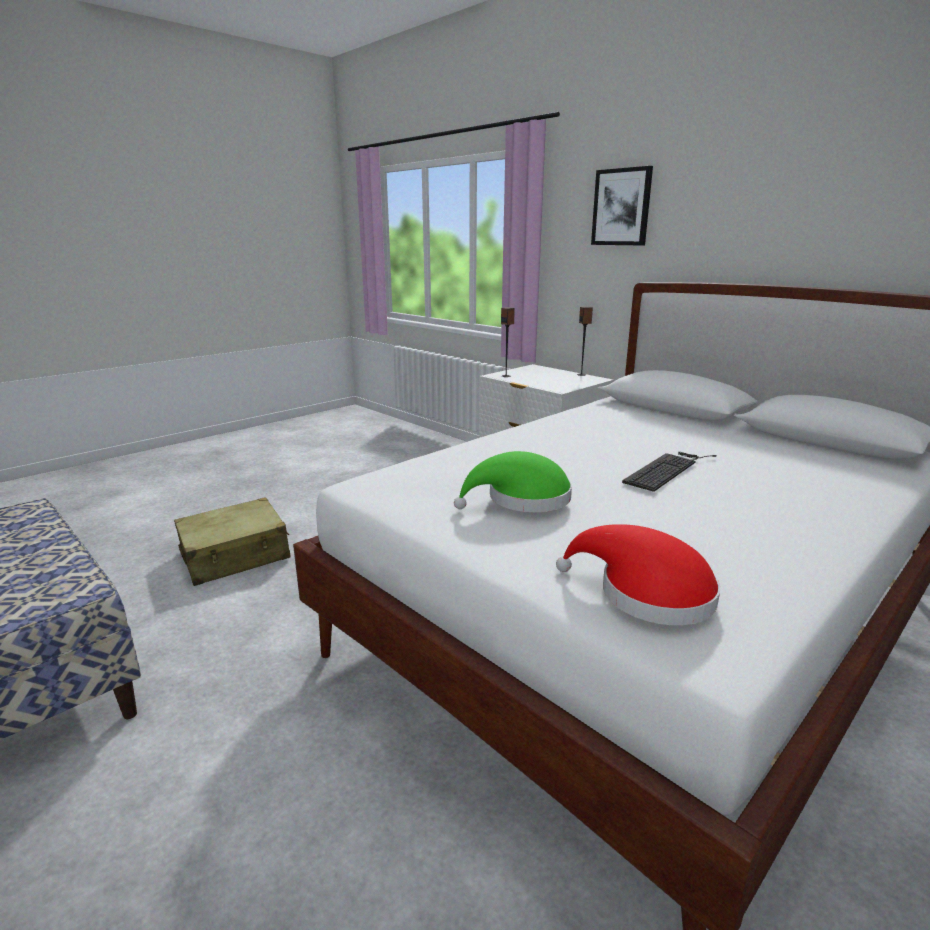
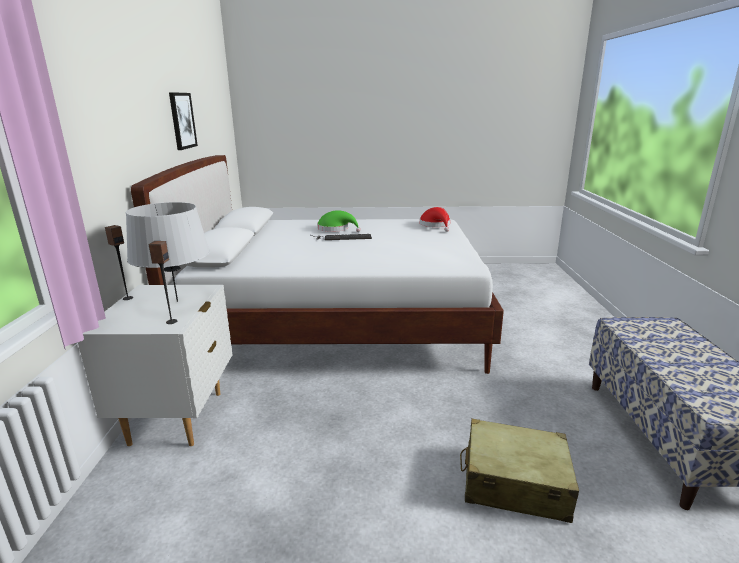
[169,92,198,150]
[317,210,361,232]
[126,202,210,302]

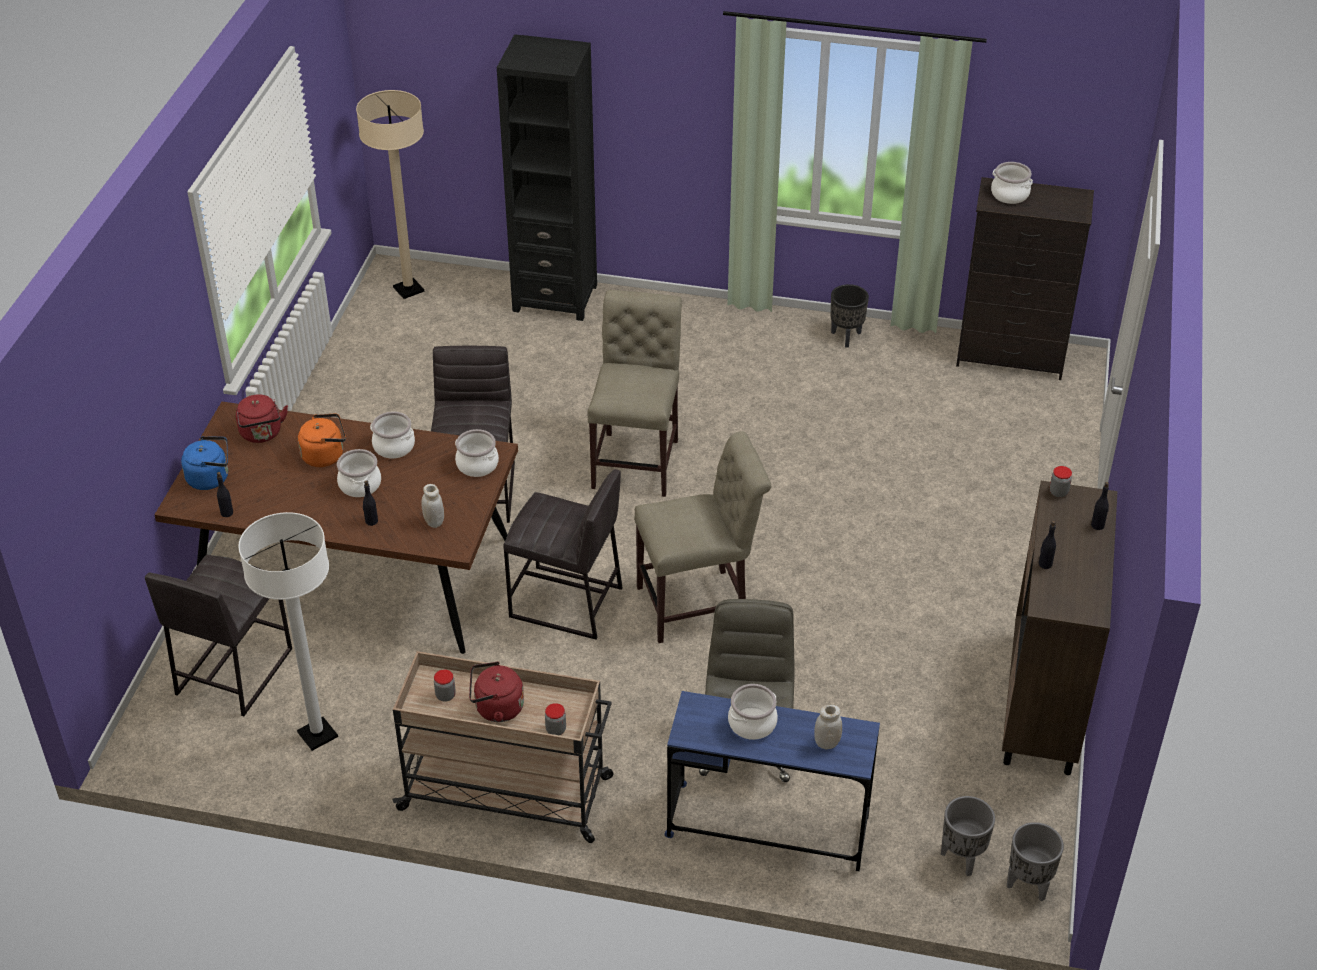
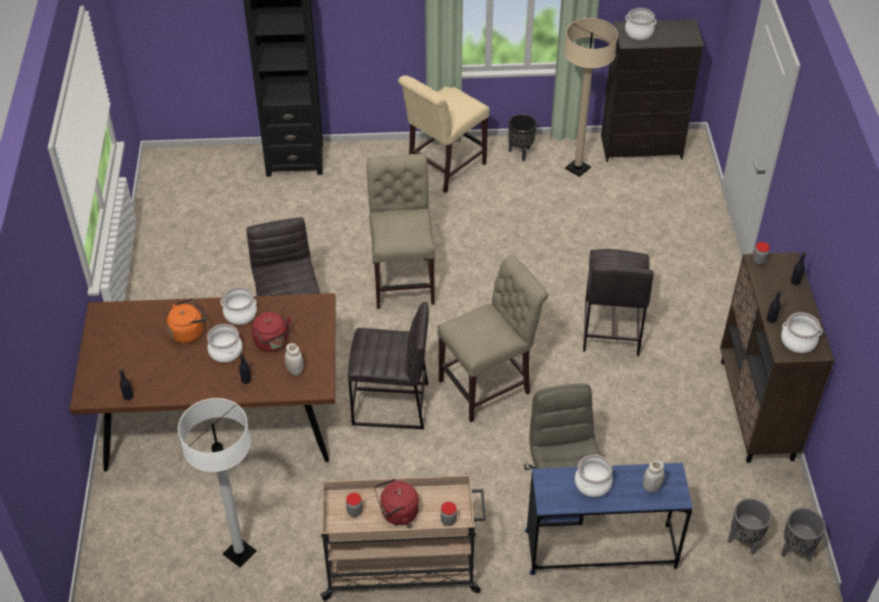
[564,18,618,177]
[252,312,291,352]
[781,312,822,353]
[181,436,228,490] (first image)
[583,249,654,356]
[398,75,489,193]

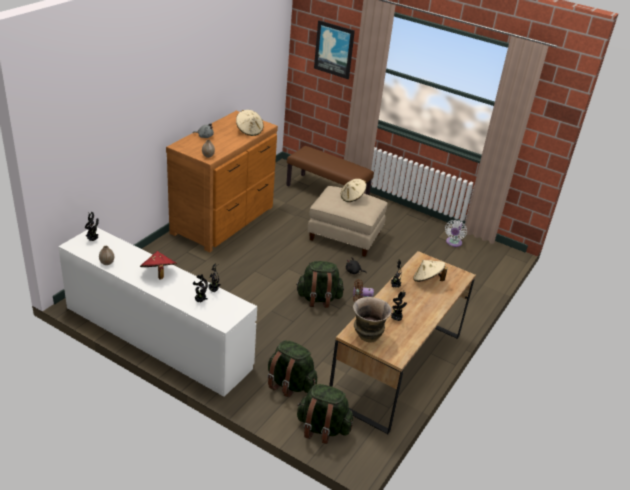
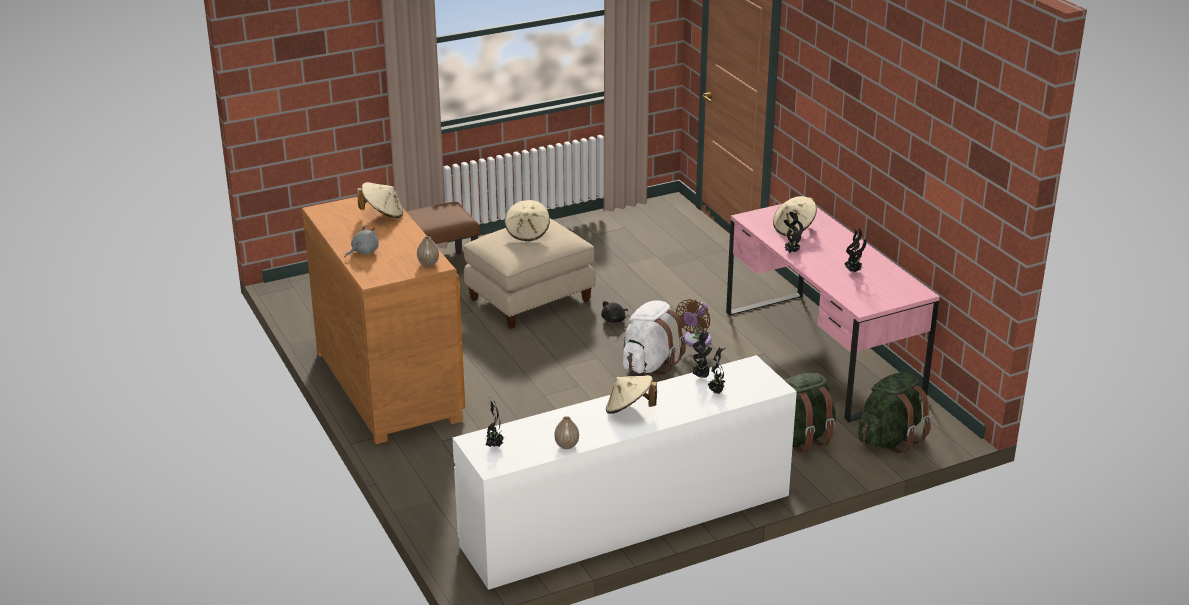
[314,20,355,79] (first image)
[445,220,467,247] (first image)
[606,375,657,414]
[726,204,940,422]
[623,300,686,376]
[353,297,392,343] (first image)

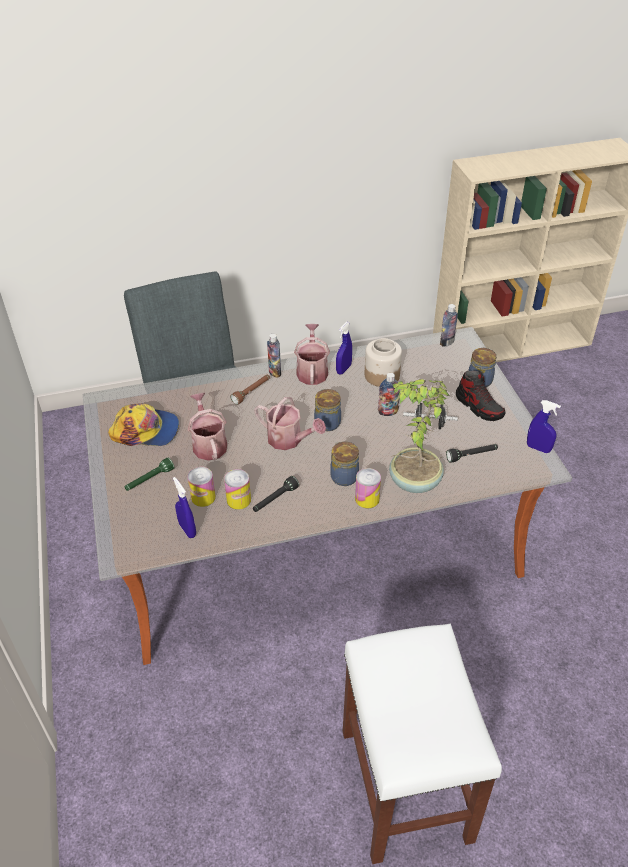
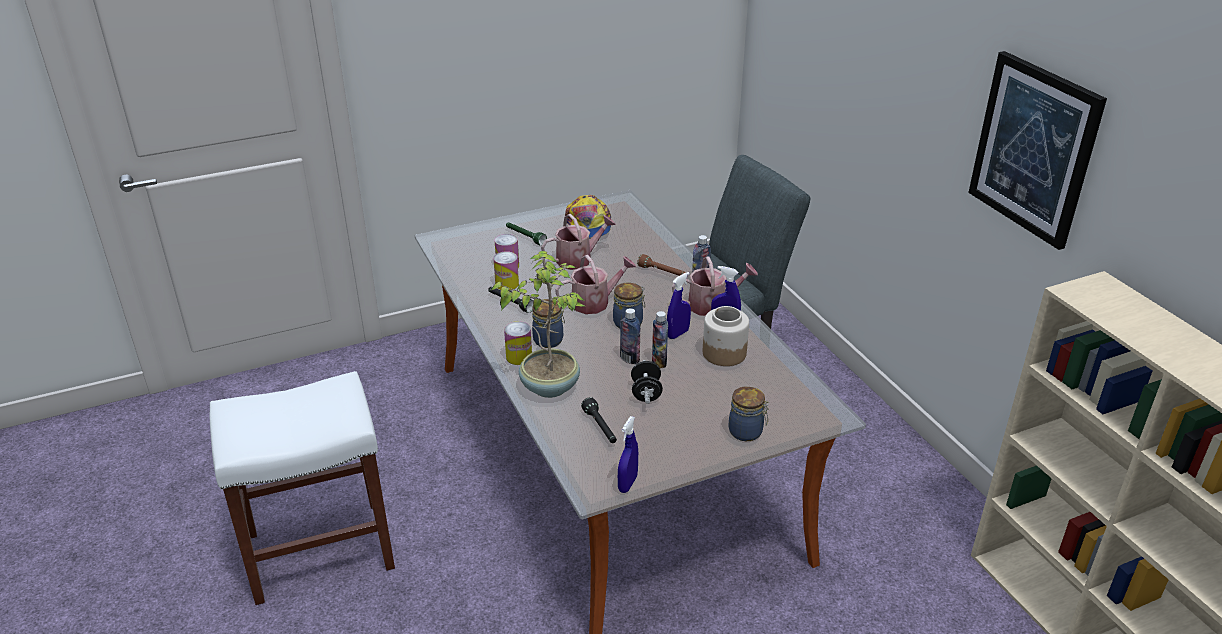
[620,308,640,364]
[456,370,506,421] (first image)
[555,255,636,314]
[667,272,691,339]
[968,51,1107,250]

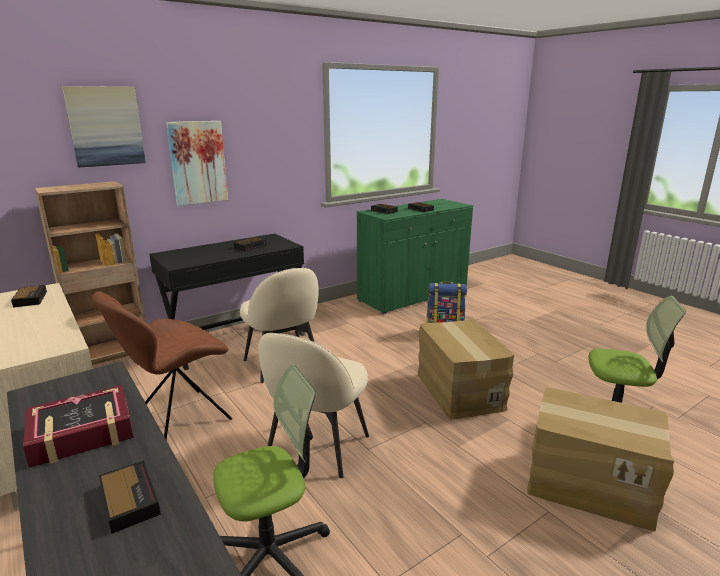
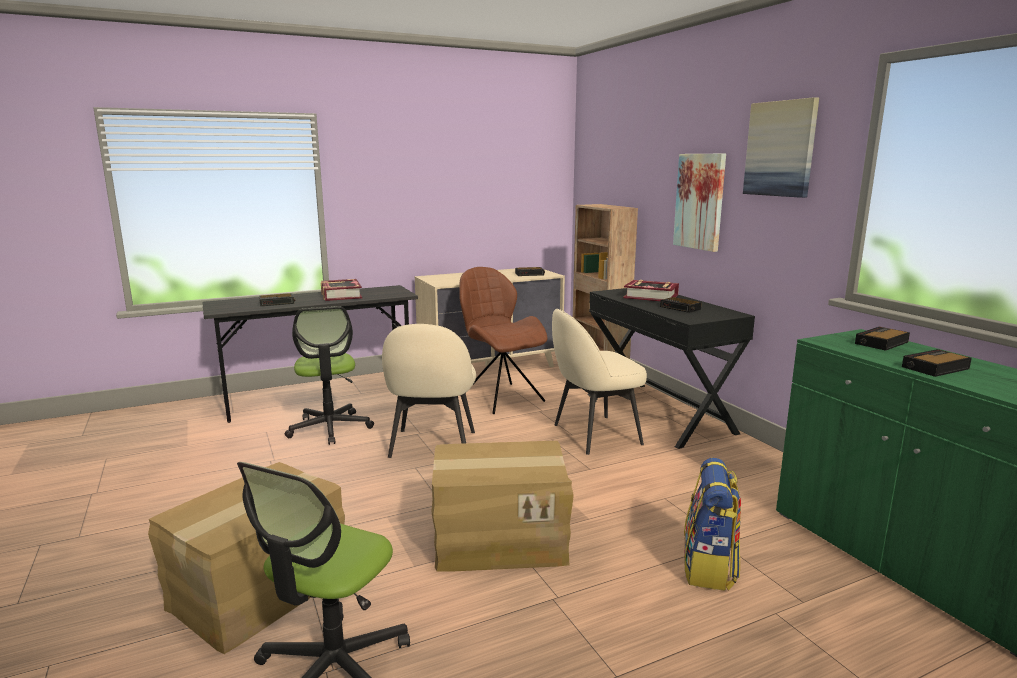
[743,97,819,198]
[382,324,476,458]
[623,280,679,301]

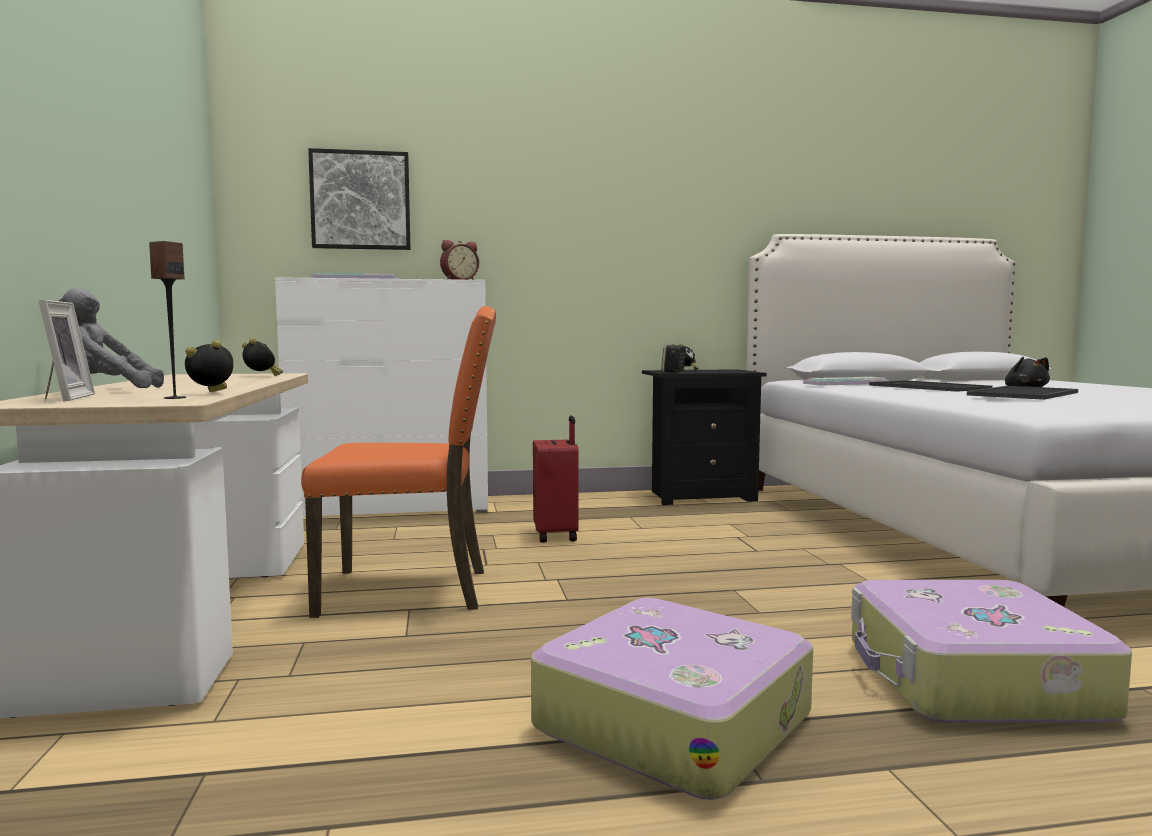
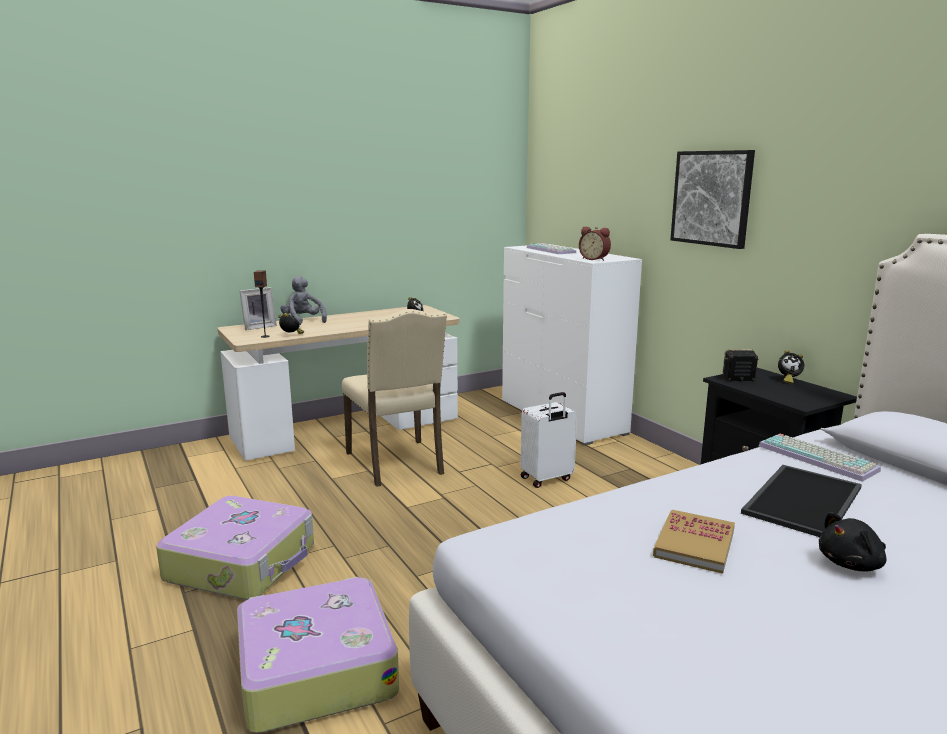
[670,150,755,249]
[342,309,447,487]
[653,510,735,574]
[521,392,577,488]

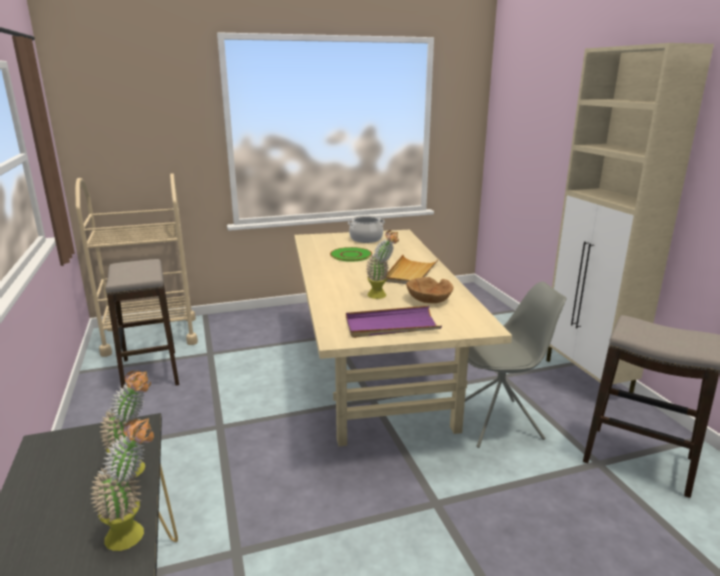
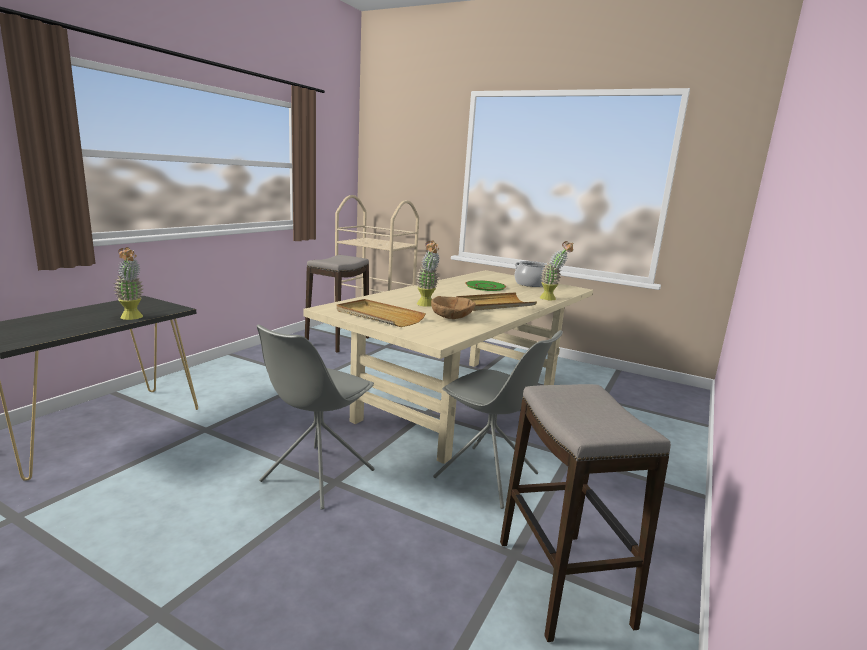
[546,43,714,393] (first image)
[336,299,426,327]
[540,241,573,300]
[257,324,374,510]

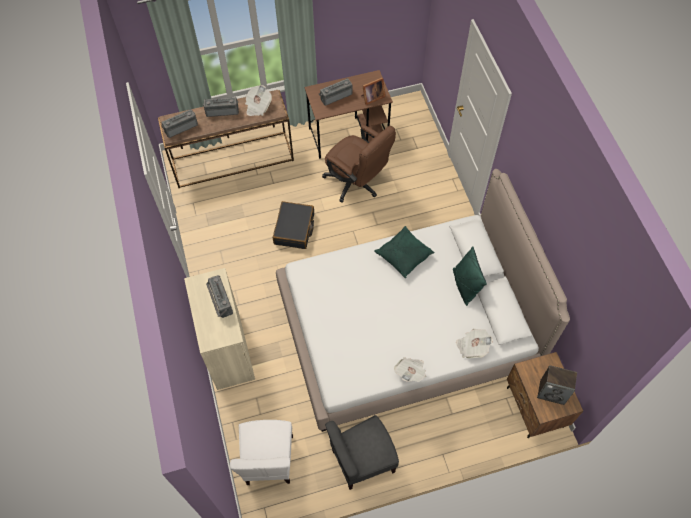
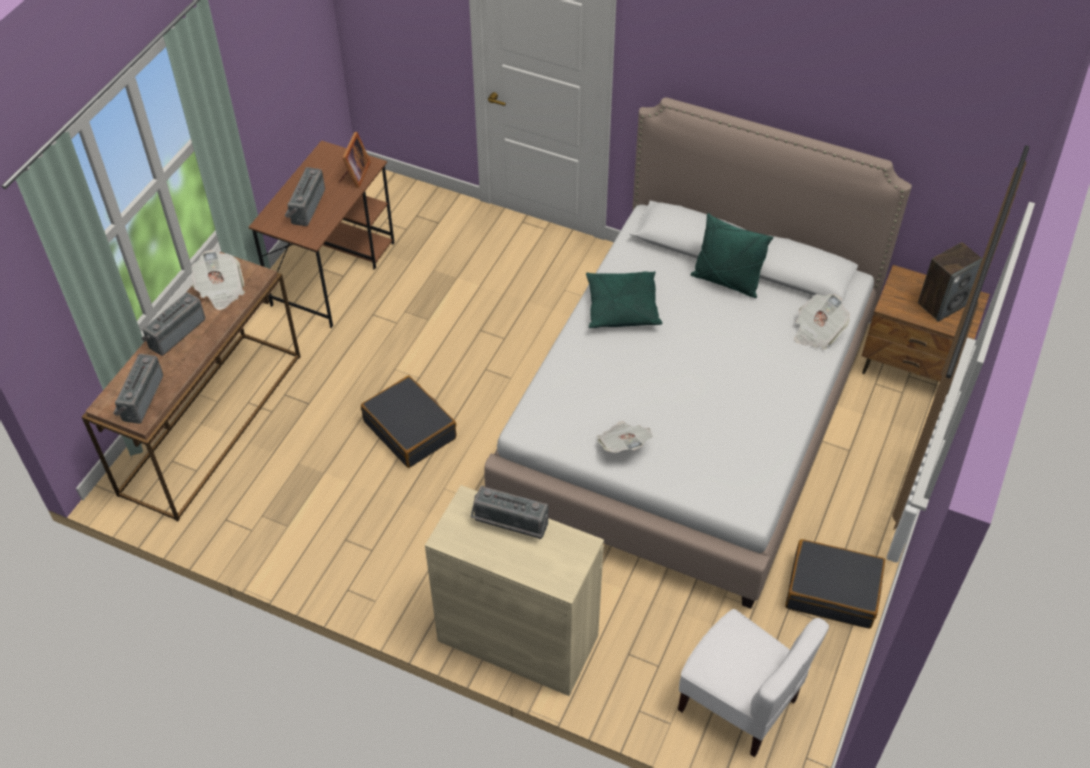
[322,125,396,203] (first image)
[597,421,653,453]
[785,539,885,629]

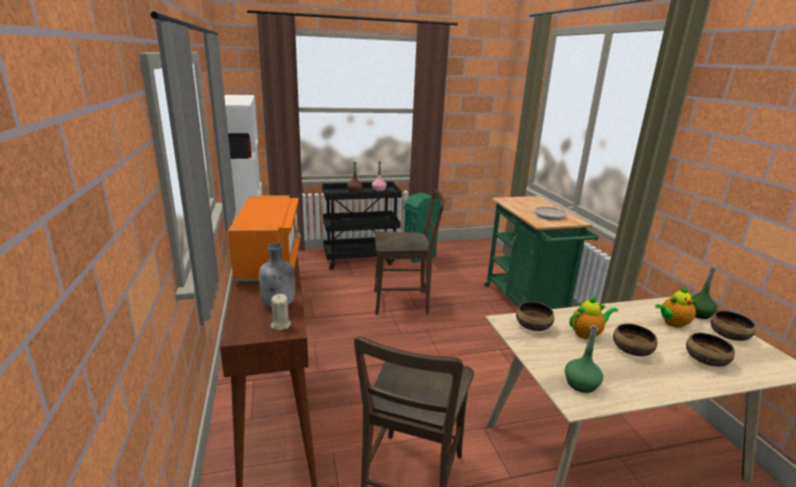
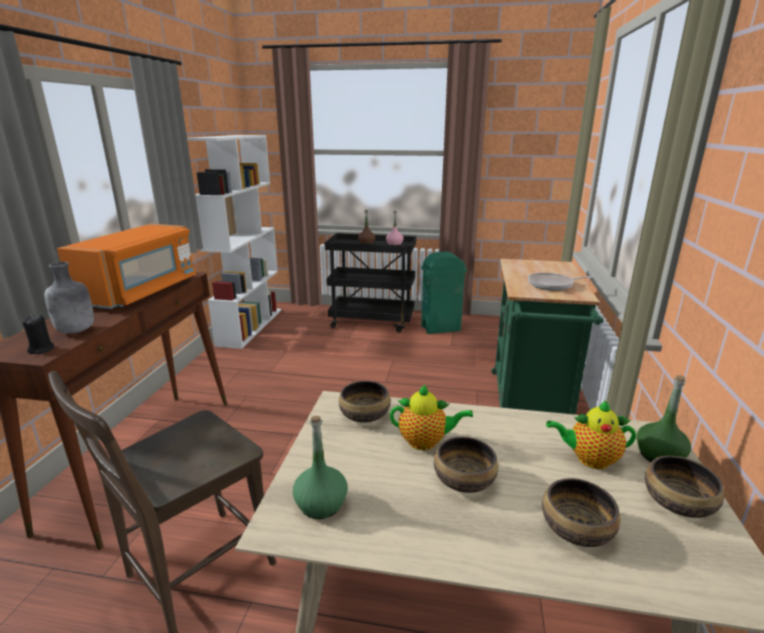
[374,189,445,314] (first image)
[22,314,54,354]

